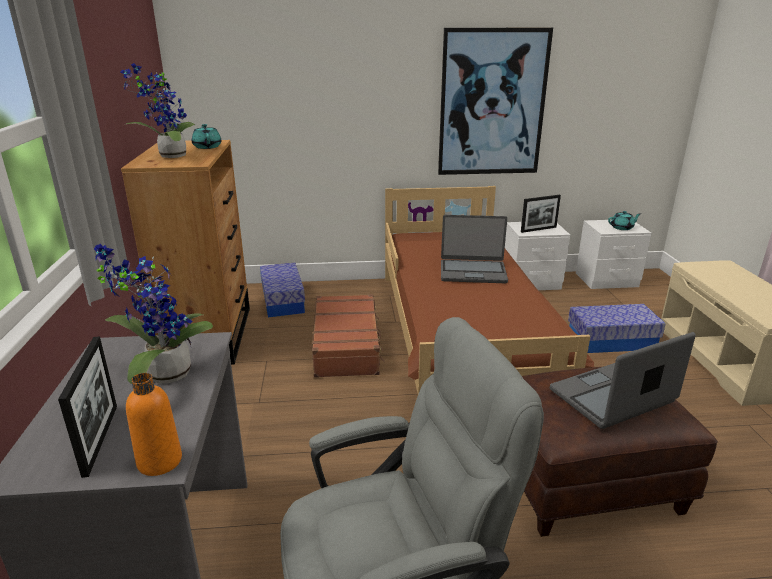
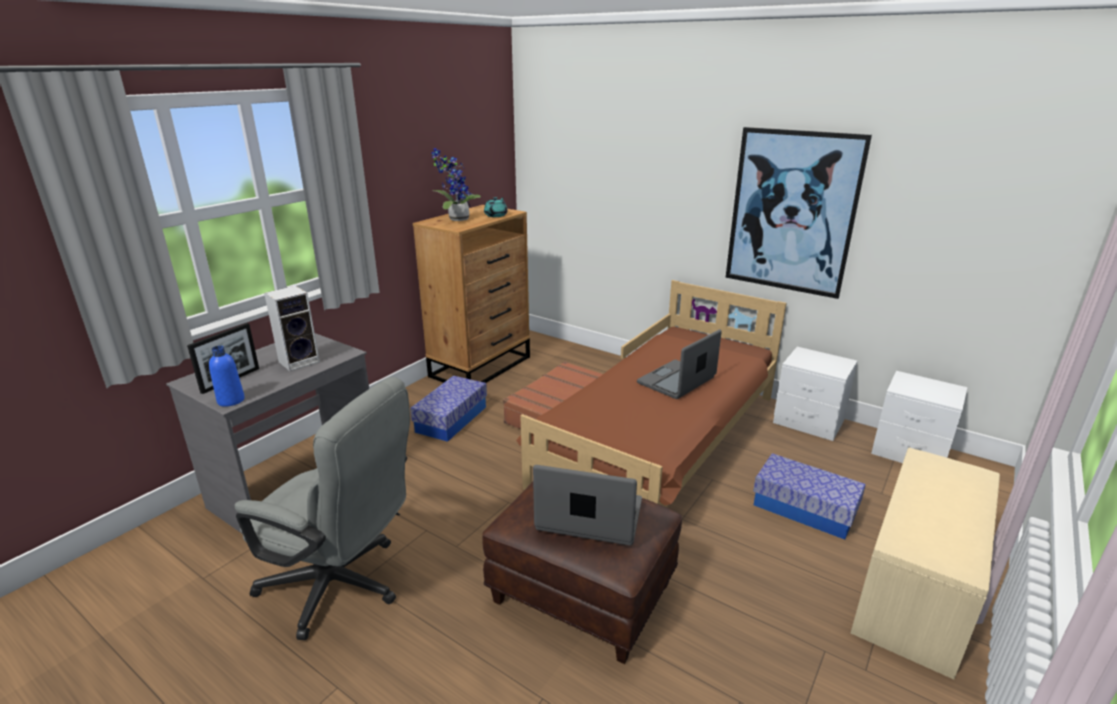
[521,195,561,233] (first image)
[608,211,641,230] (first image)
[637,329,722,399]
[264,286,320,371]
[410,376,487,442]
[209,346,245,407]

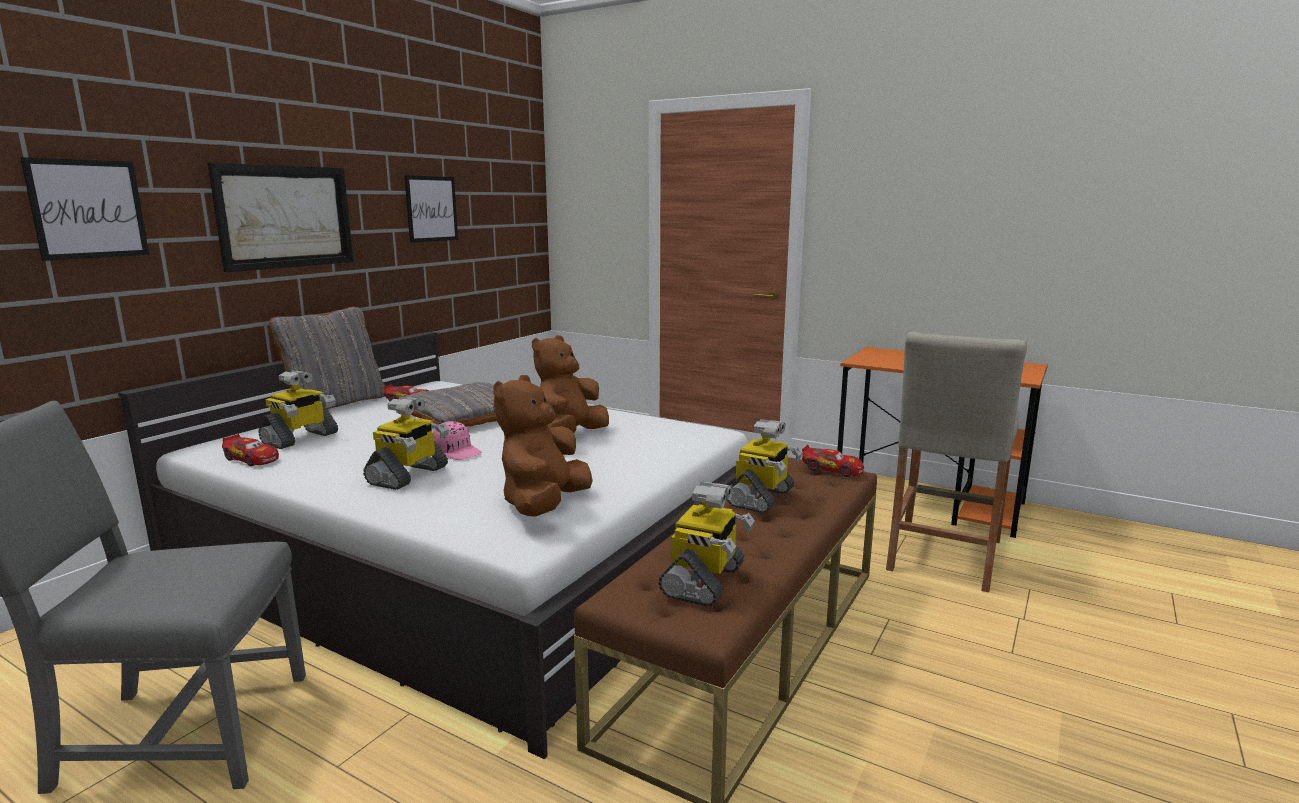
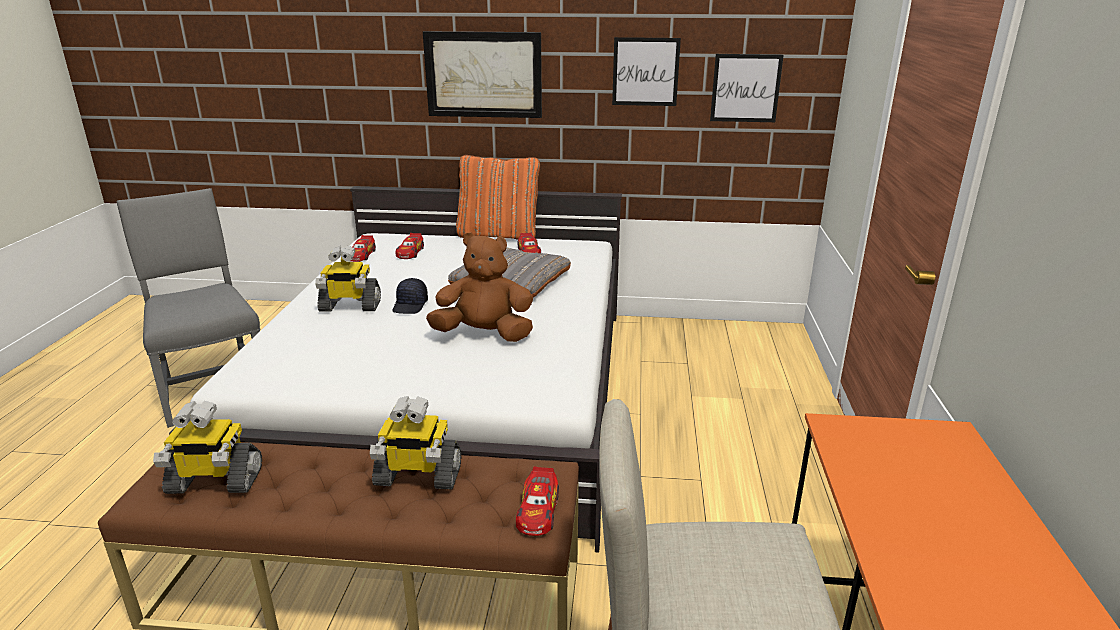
[710,54,784,122]
[456,155,540,240]
[395,233,424,259]
[493,375,593,517] (first image)
[392,278,428,314]

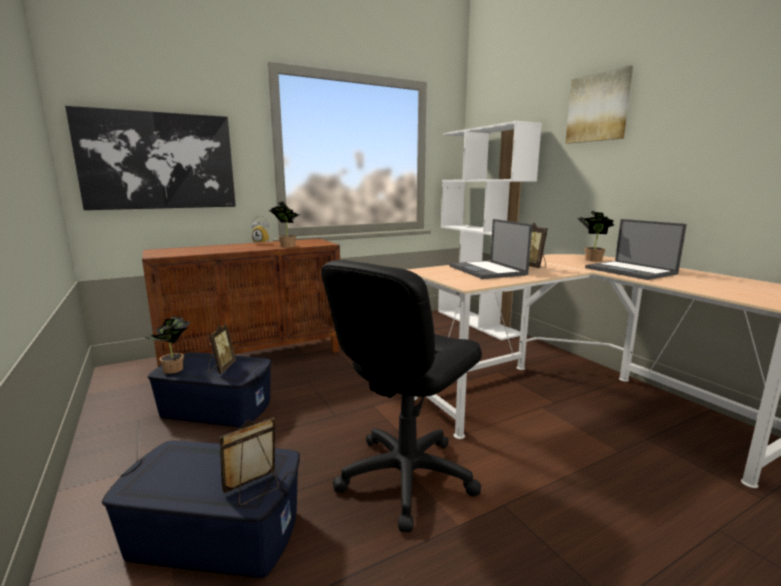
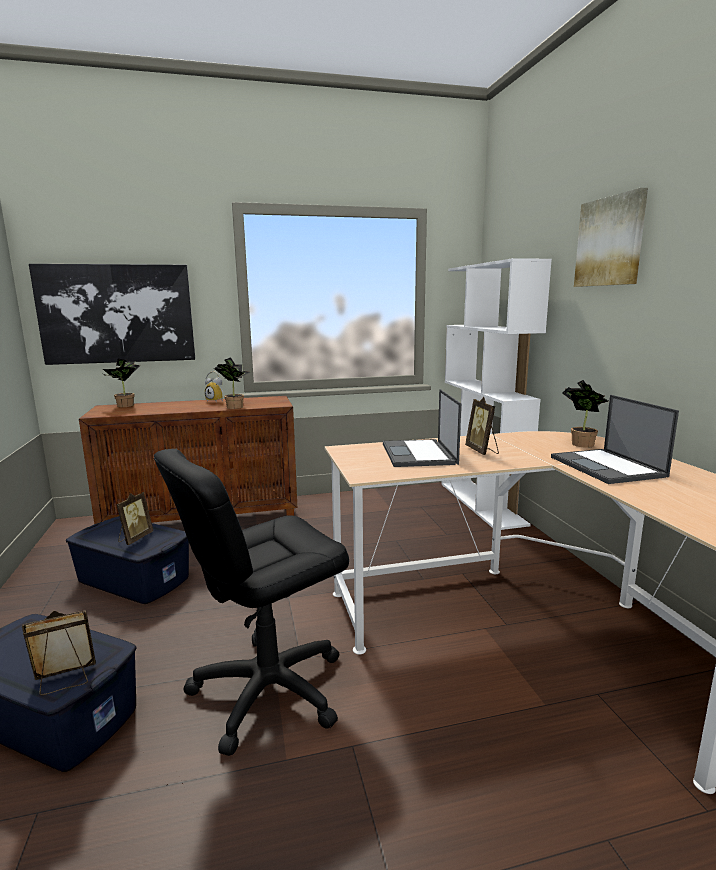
[101,359,140,407]

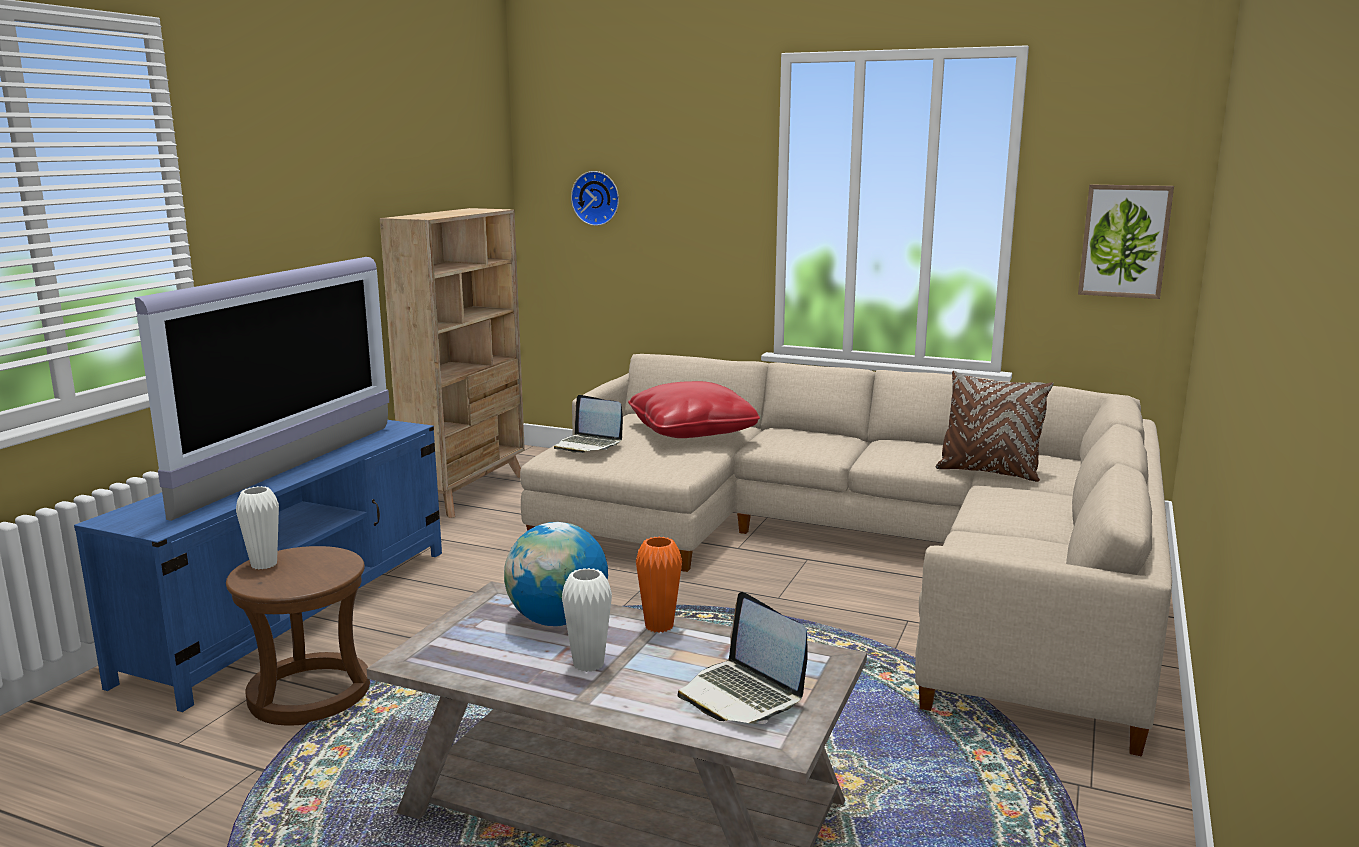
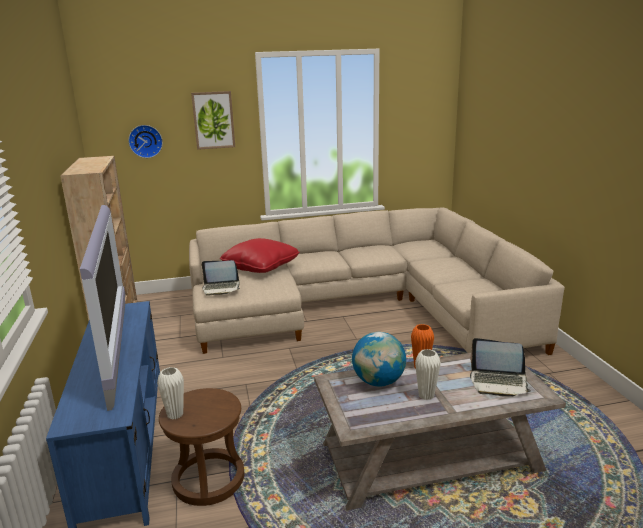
[191,91,235,150]
[936,371,1053,482] (first image)

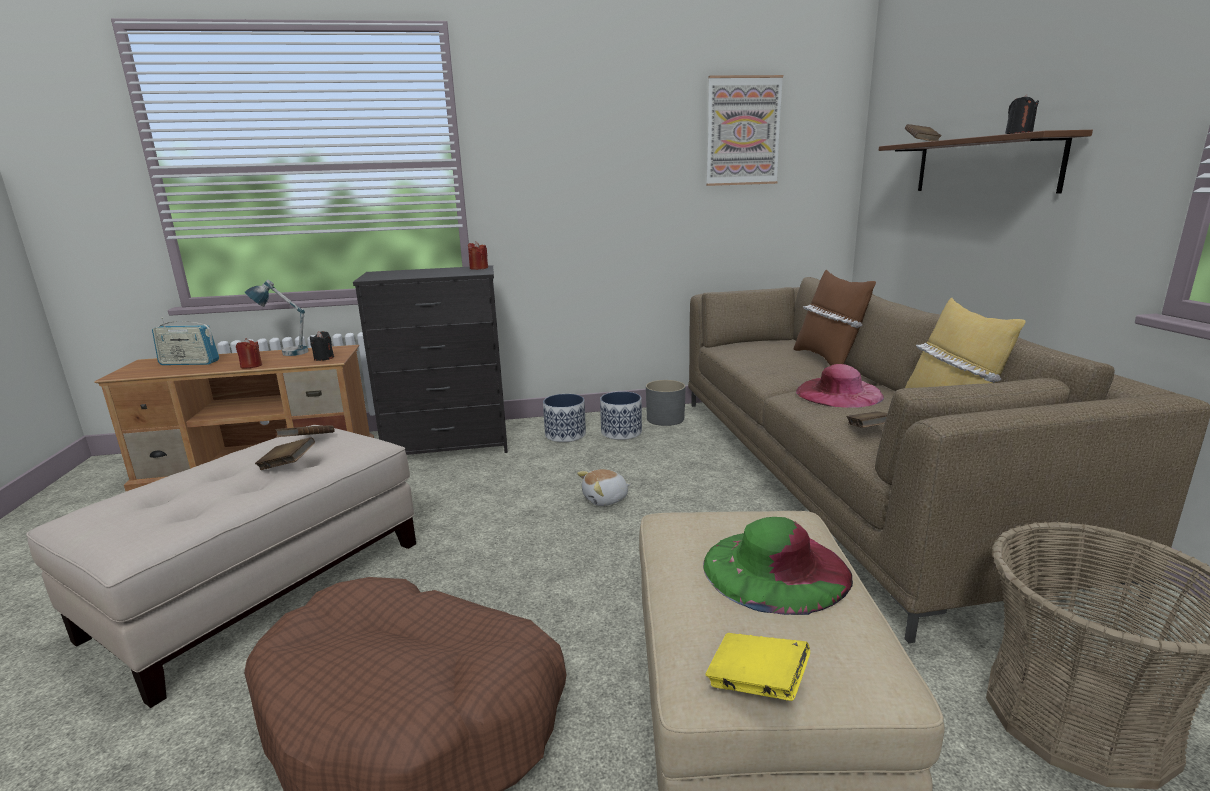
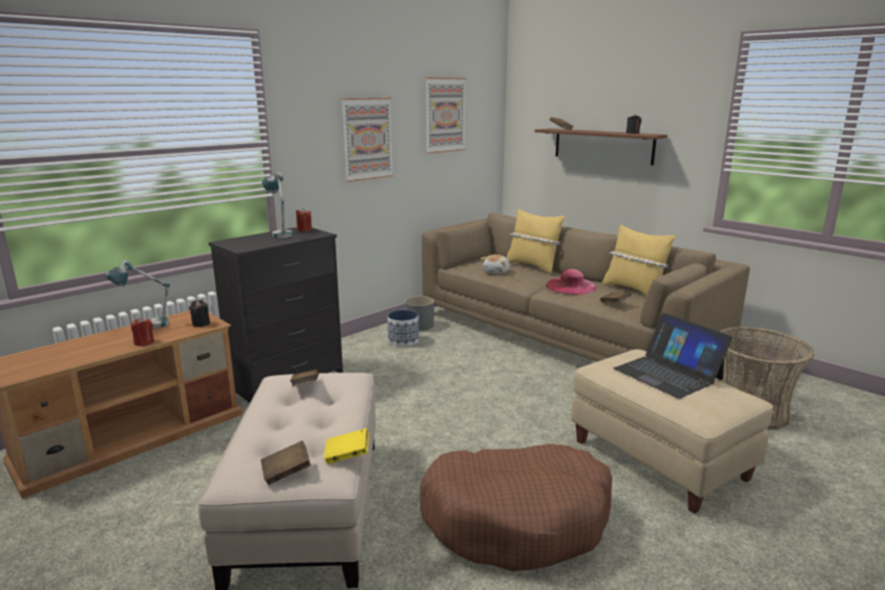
[506,209,565,274]
[152,317,219,365] (first image)
[543,394,586,442] (first image)
[261,441,311,485]
[481,254,510,274]
[613,313,732,399]
[324,428,369,464]
[341,98,393,182]
[262,172,293,238]

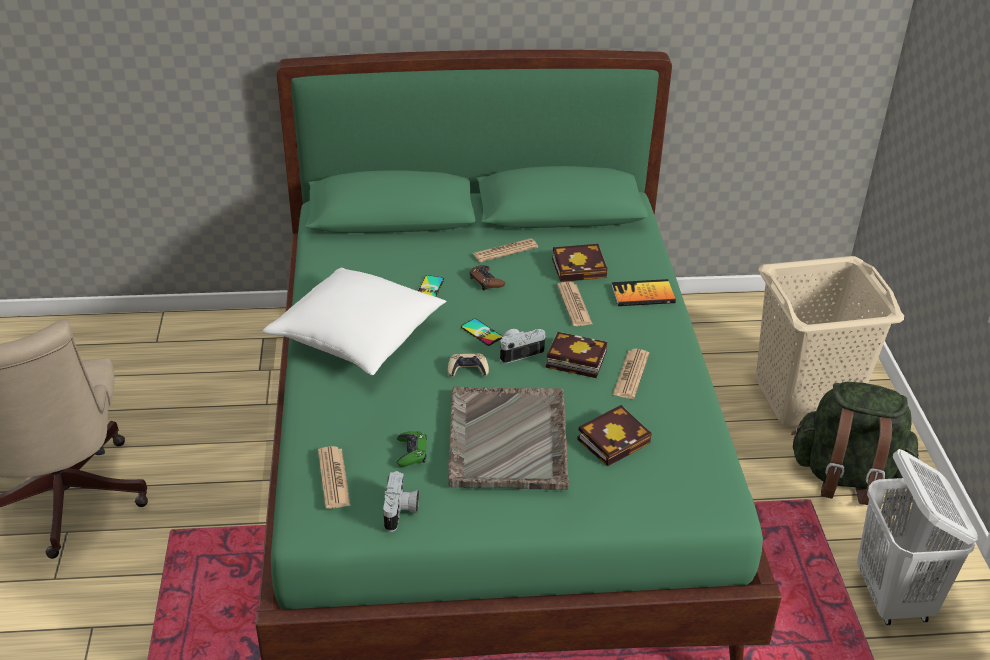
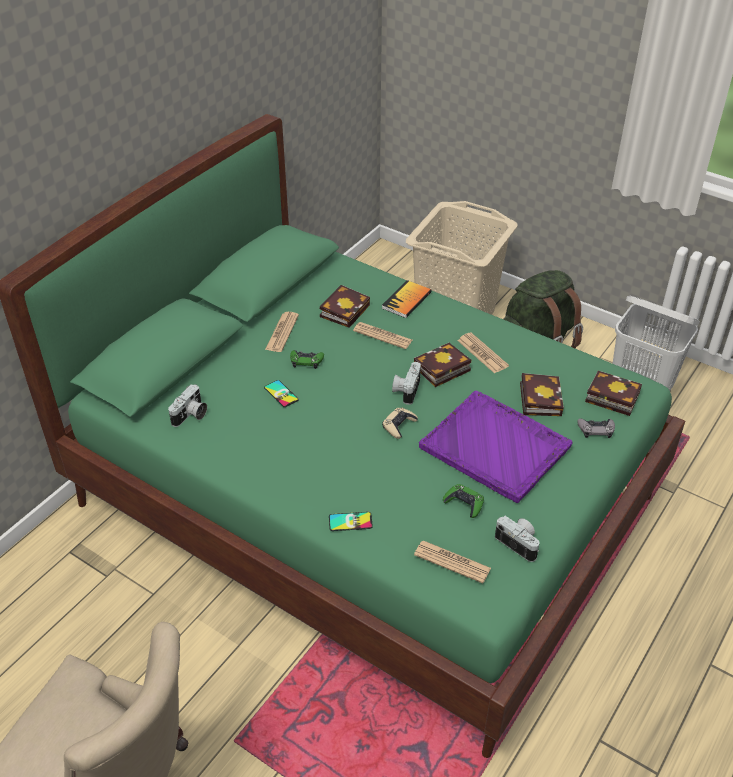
[290,350,324,369]
[262,268,446,375] (first image)
[329,512,373,531]
[419,390,573,503]
[585,371,642,416]
[168,384,207,427]
[578,418,615,438]

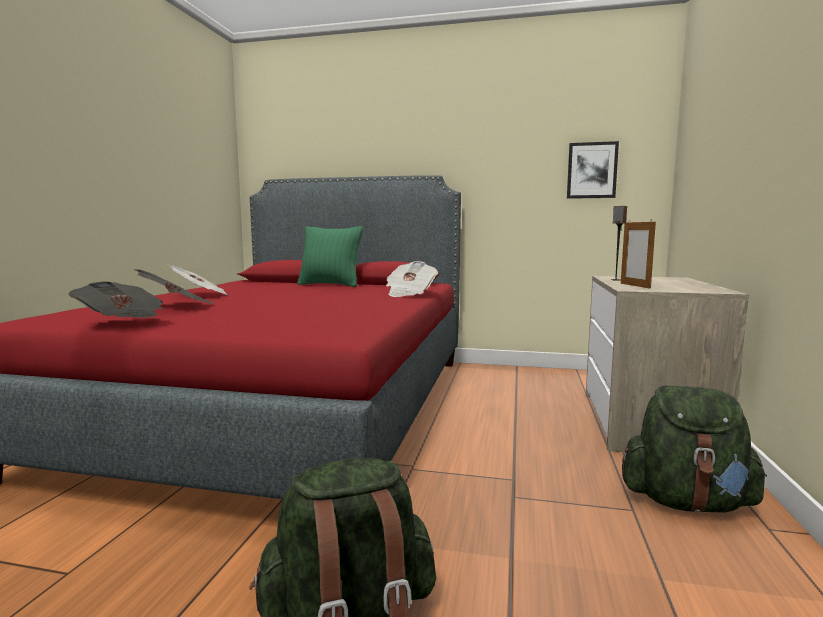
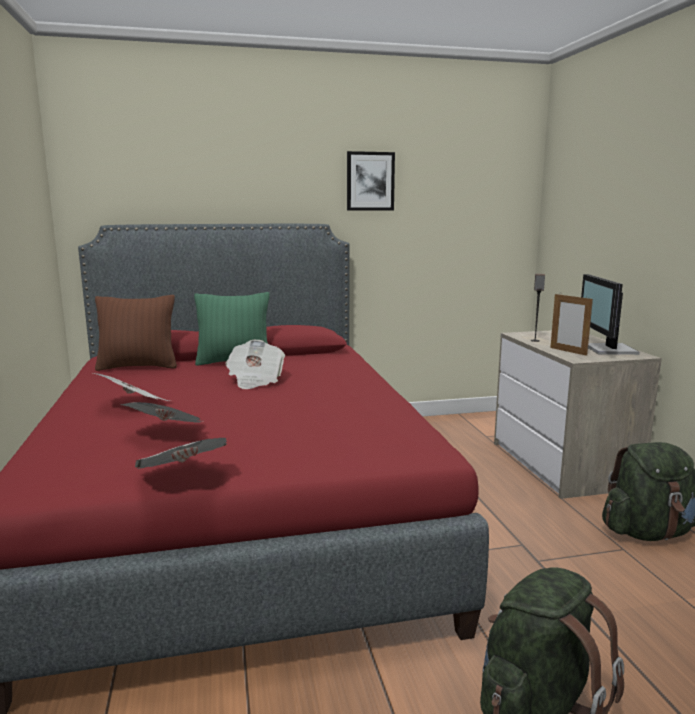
[347,151,395,211]
[225,340,285,389]
[581,274,639,355]
[95,295,177,371]

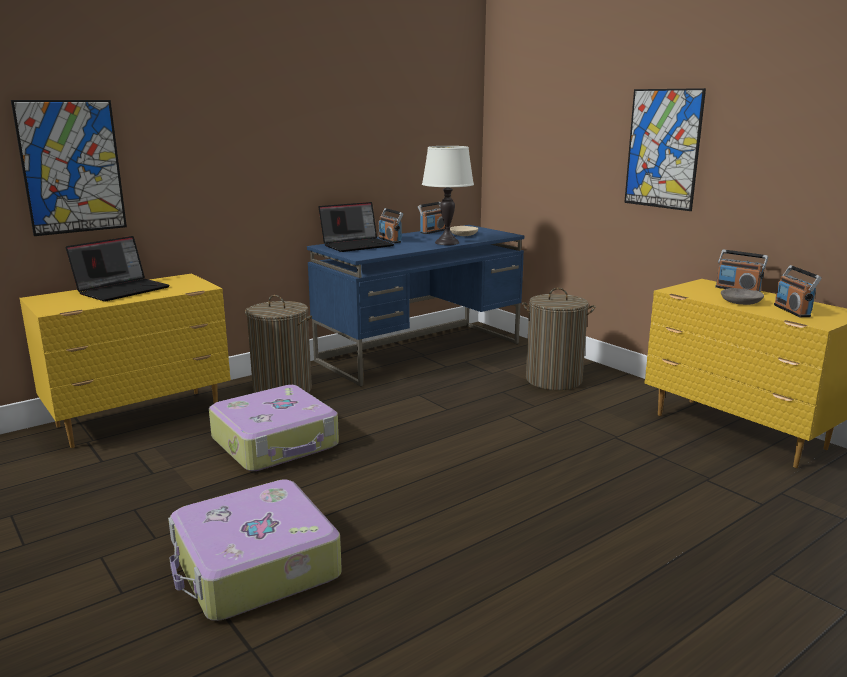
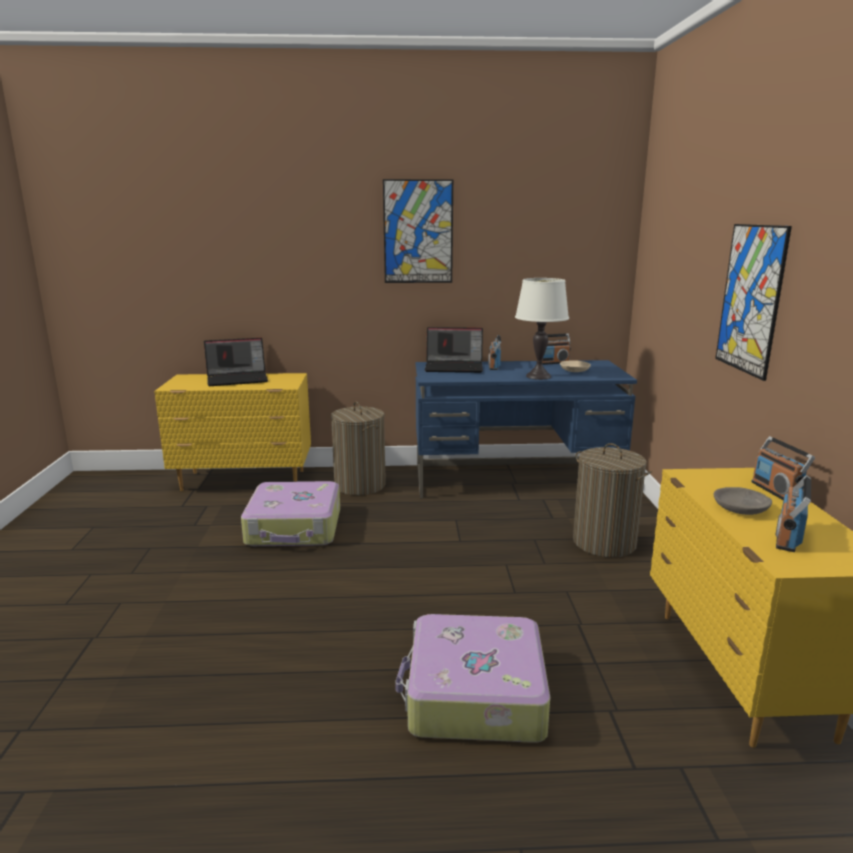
[383,179,453,283]
[395,614,550,743]

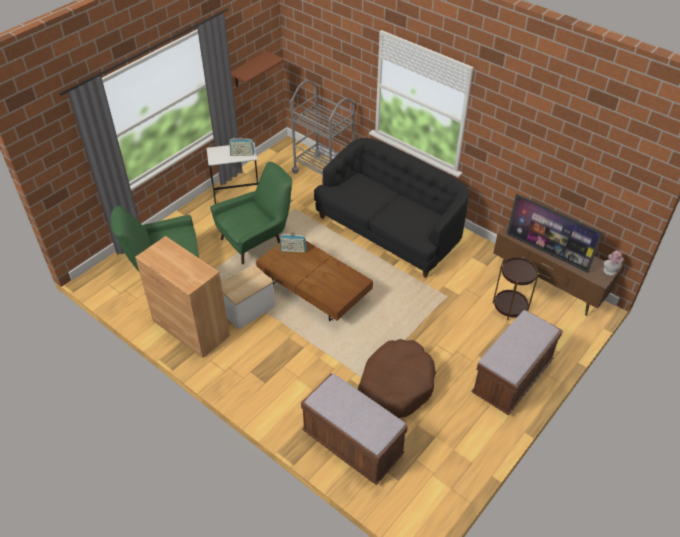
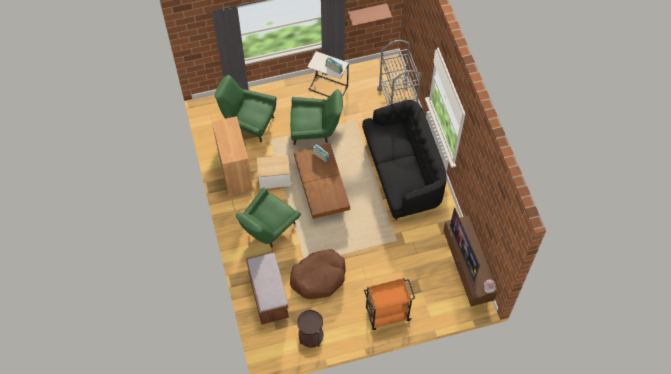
[297,310,323,347]
[364,278,415,330]
[236,187,301,248]

